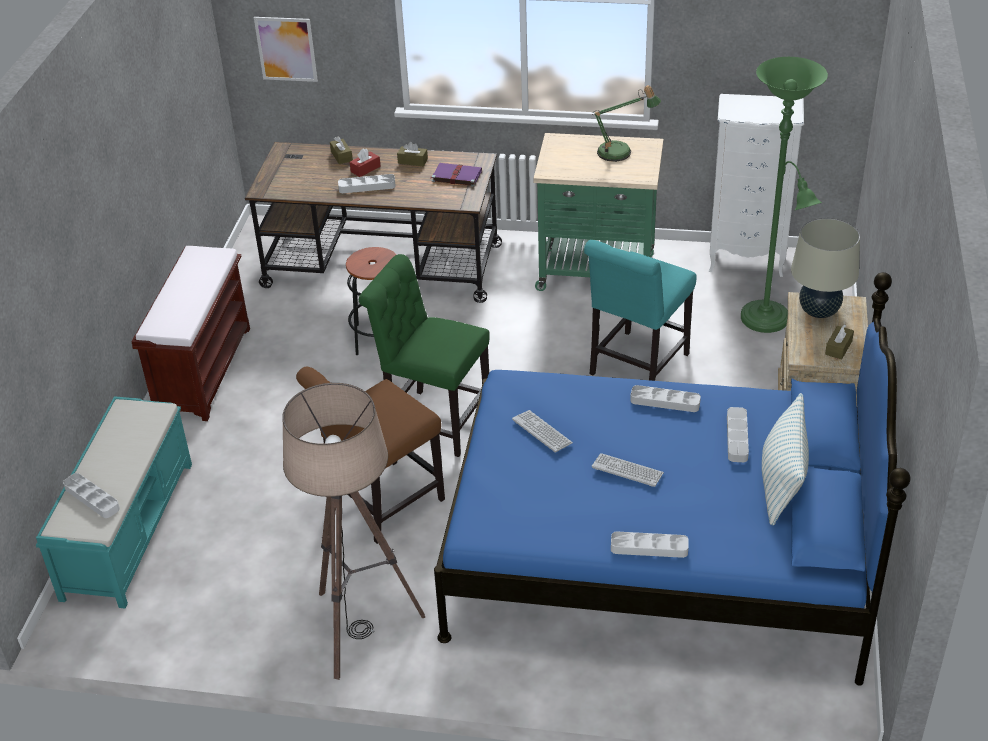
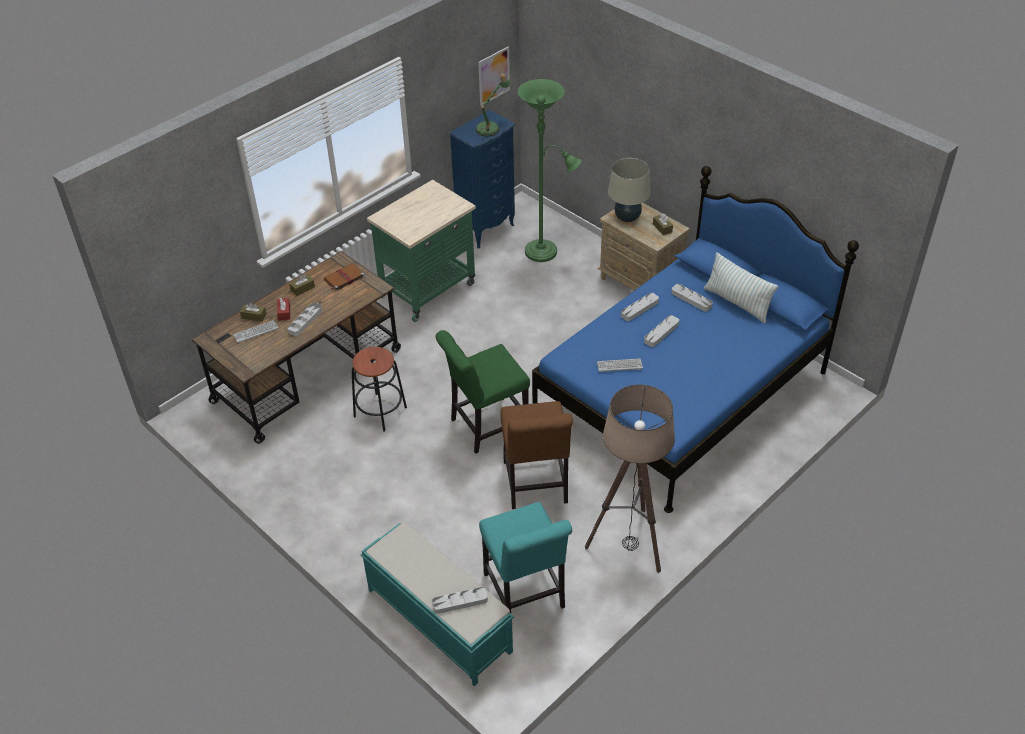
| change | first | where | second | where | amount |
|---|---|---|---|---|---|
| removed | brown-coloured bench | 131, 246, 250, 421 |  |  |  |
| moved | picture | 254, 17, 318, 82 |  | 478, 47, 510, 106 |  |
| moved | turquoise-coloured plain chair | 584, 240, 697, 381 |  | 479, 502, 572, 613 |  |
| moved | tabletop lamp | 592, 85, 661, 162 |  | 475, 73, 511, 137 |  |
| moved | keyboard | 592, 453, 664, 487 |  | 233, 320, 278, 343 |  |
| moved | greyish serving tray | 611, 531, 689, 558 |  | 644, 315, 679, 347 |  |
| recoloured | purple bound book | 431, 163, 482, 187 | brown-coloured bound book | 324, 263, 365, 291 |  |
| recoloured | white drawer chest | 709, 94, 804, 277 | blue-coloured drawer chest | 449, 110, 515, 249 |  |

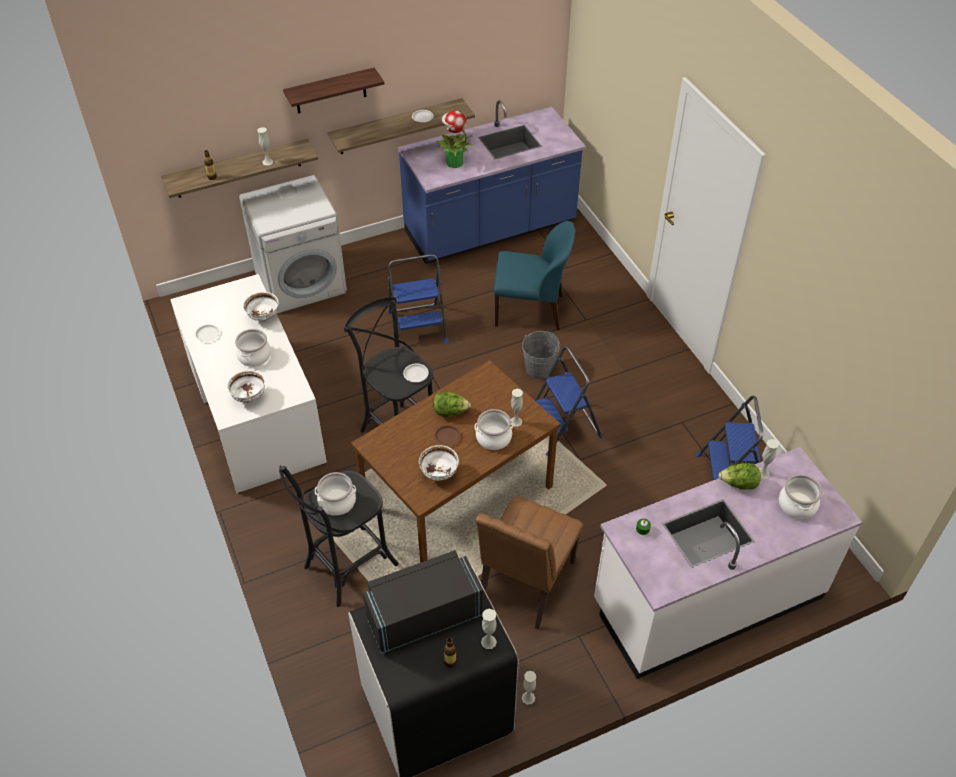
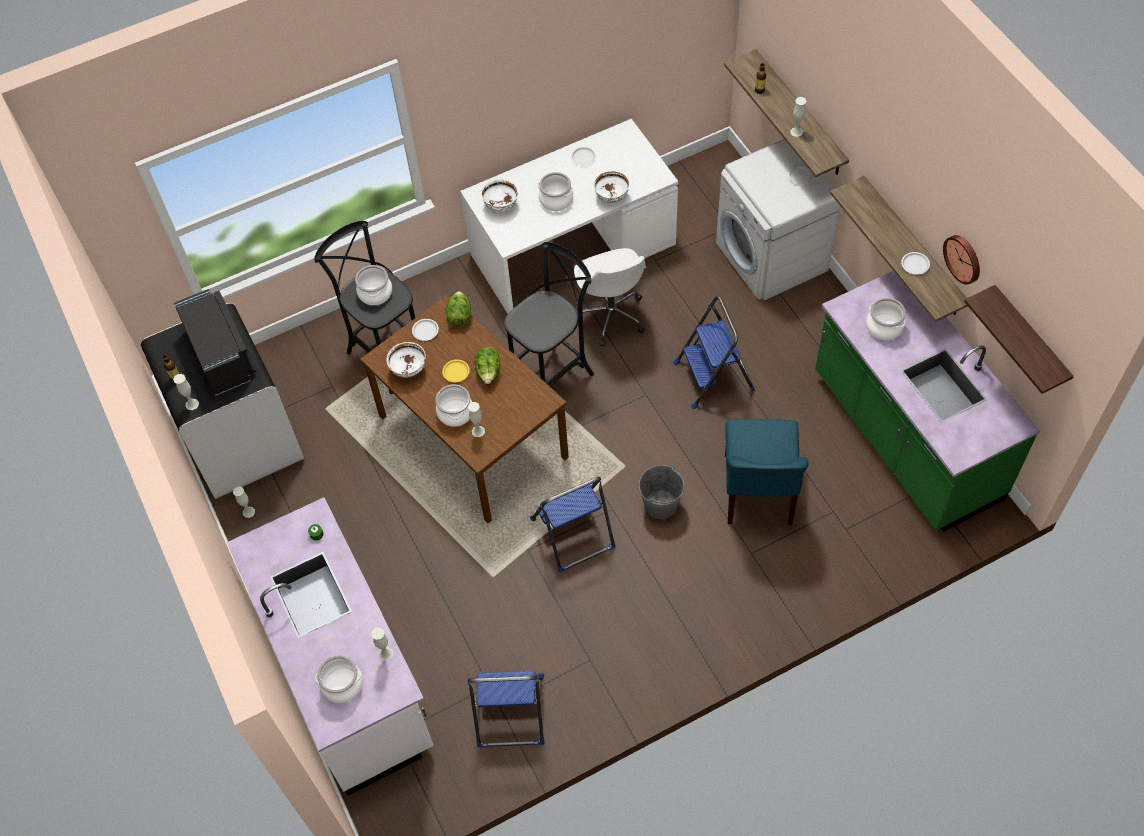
| change | first | where | second | where | amount |
|---|---|---|---|---|---|
| removed | brown-coloured plain chair | 476, 496, 583, 630 |  |  |  |
| added |  |  | white computer chair | 574, 248, 646, 347 |  |
| added |  |  | wall clock | 943, 235, 980, 285 |  |
| moved | shelf | 283, 68, 384, 113 |  | 964, 285, 1074, 394 |  |
| moved | white flat dish | 403, 363, 429, 382 |  | 412, 319, 439, 341 |  |
| moved | lettuce | 719, 463, 761, 490 |  | 446, 291, 471, 326 |  |
| replaced | houseplant | 437, 110, 473, 168 | saucepot | 866, 298, 906, 340 |  |
| recoloured | blue-coloured kitchen base unit | 398, 100, 586, 264 | greenish kitchen base unit | 815, 271, 1040, 532 |  |
| recoloured | brown-coloured flat dish | 434, 425, 461, 446 | yellow flat dish | 442, 360, 470, 382 |  |

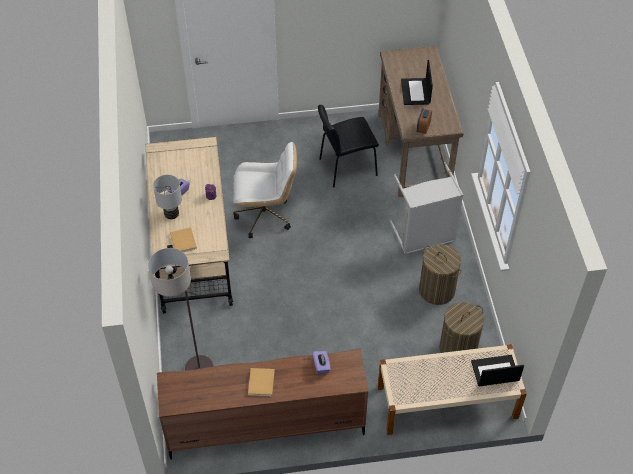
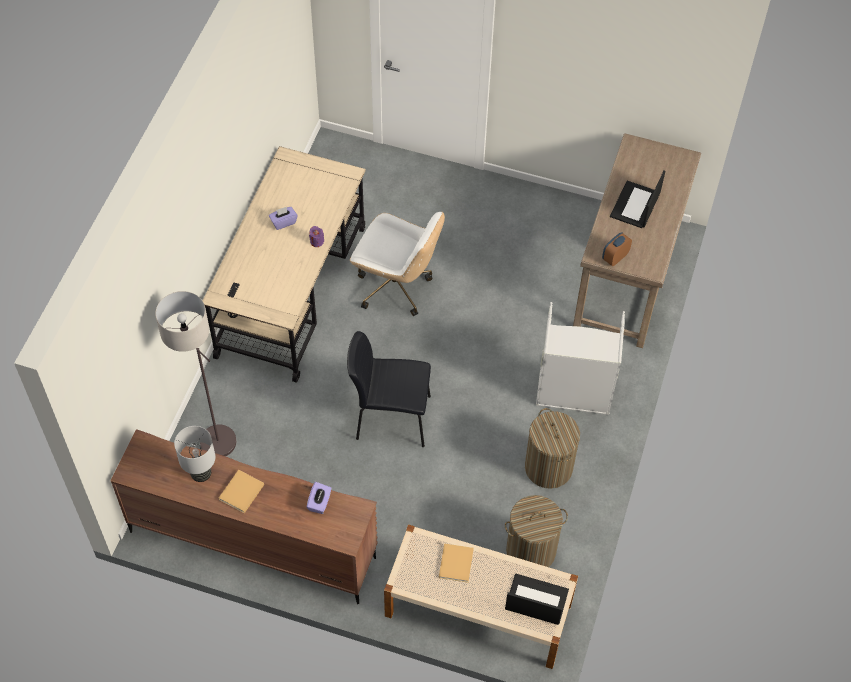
| change | first | where | second | where | amount |
|---|---|---|---|---|---|
| moved | greyish tabletop lamp | 153, 175, 182, 219 |  | 174, 426, 216, 482 |  |
| moved | beige bound book | 170, 227, 197, 252 |  | 439, 543, 474, 583 |  |
| moved | black-coloured plain chair | 318, 105, 379, 187 |  | 347, 331, 431, 447 |  |

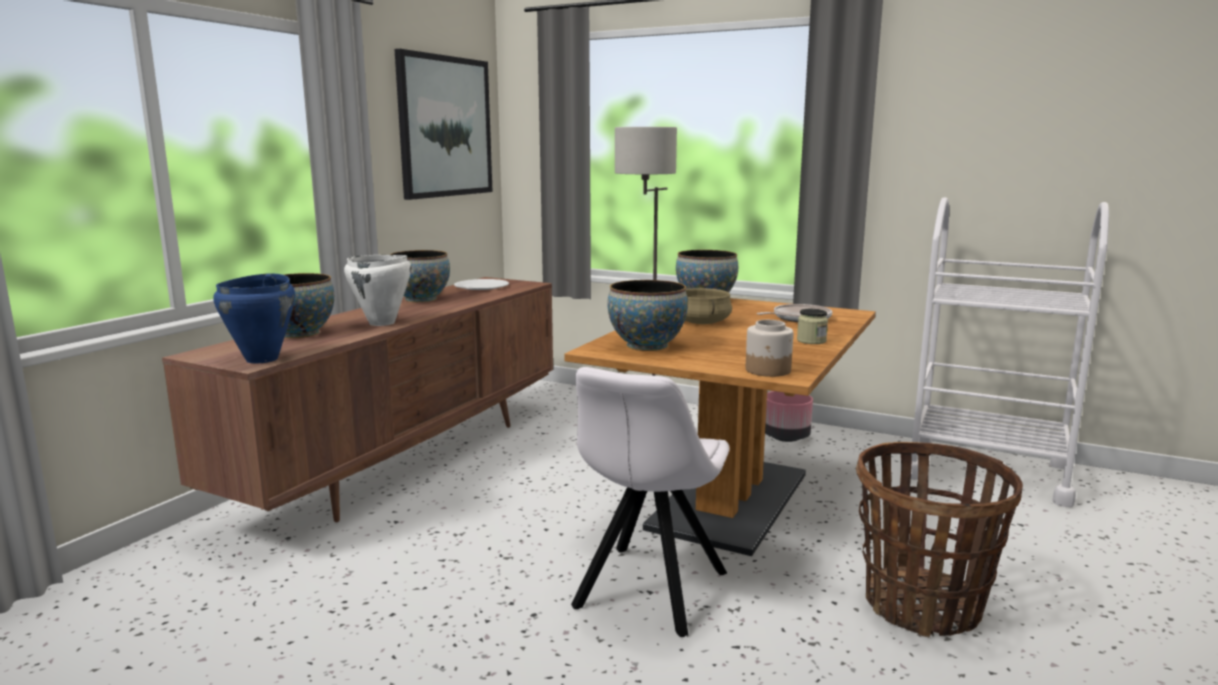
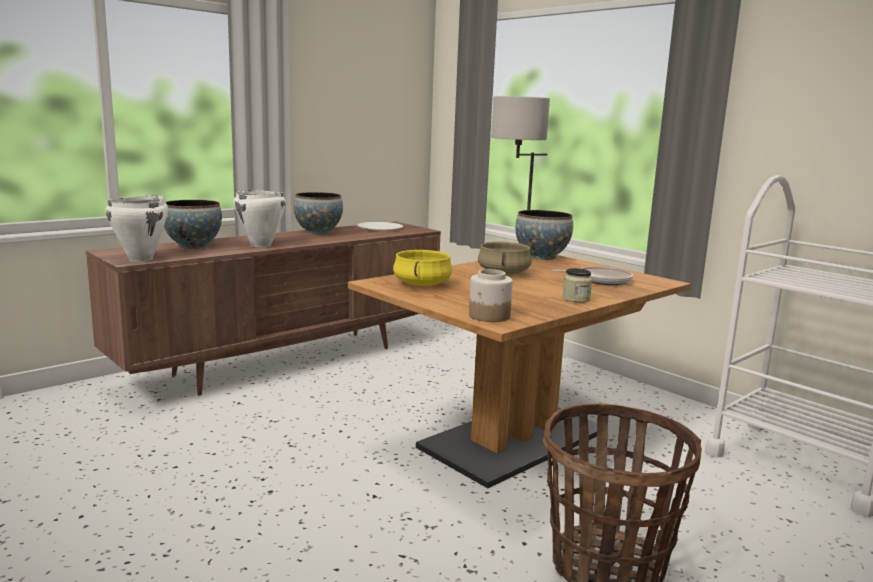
| change | first | where | second | where | amount |
|---|---|---|---|---|---|
| removed | picture | 394, 49, 493, 200 |  |  |  |
| removed | white plain chair | 571, 367, 730, 637 |  |  |  |
| removed | pink plant pot | 765, 391, 813, 442 |  |  |  |
| replaced | serving bowl | 607, 280, 688, 351 | yellow saucepot | 393, 250, 452, 286 |  |
| recoloured | blue-coloured saucepot | 213, 273, 295, 364 | white saucepot | 105, 195, 168, 262 |  |

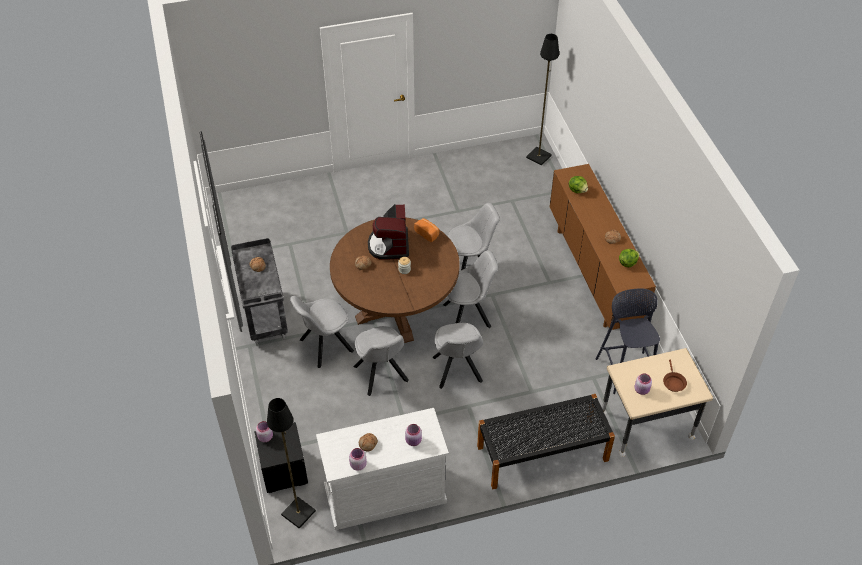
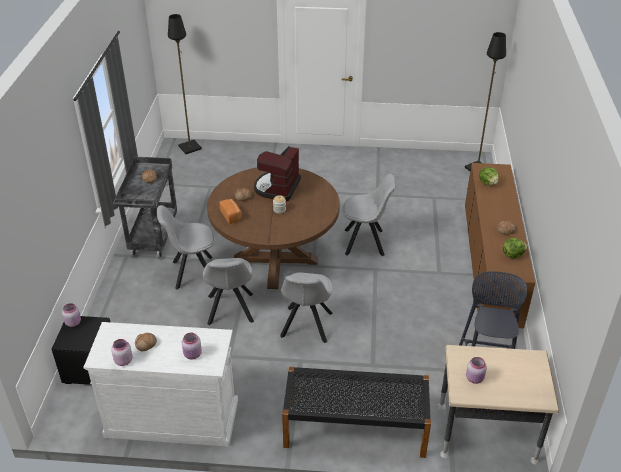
| change | first | where | second | where | amount |
|---|---|---|---|---|---|
| removed | greyish plain chair | 443, 250, 498, 328 |  |  |  |
| removed | brown-coloured frying pan | 663, 359, 687, 392 |  |  |  |
| moved | black-coloured standing lamp | 267, 398, 316, 529 |  | 168, 14, 202, 154 |  |
| moved | baked bread | 414, 218, 439, 242 |  | 219, 199, 242, 224 |  |

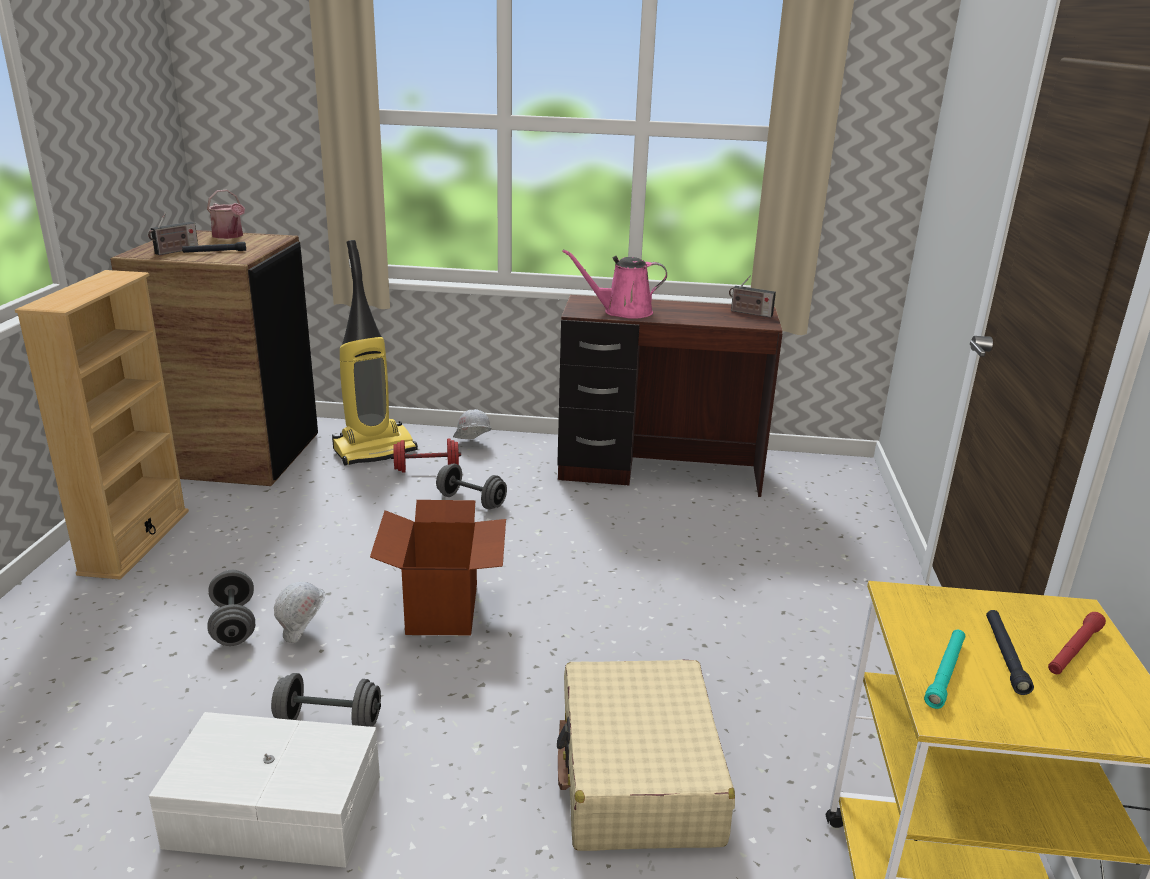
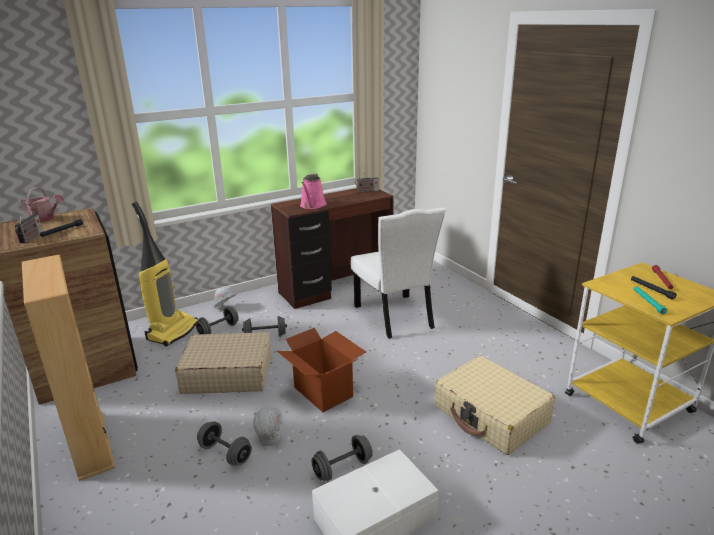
| change | first | where | second | where | amount |
|---|---|---|---|---|---|
| added |  |  | beige travel case | 175, 332, 271, 394 |  |
| added |  |  | white plain chair | 351, 207, 446, 339 |  |
| recoloured | red dumbbell | 391, 439, 461, 473 | greyish dumbbell | 196, 307, 239, 334 |  |
| turned | pink watering pot | 562, 249, 667, 319 |  | 300, 174, 327, 209 | 45 degrees counterclockwise |

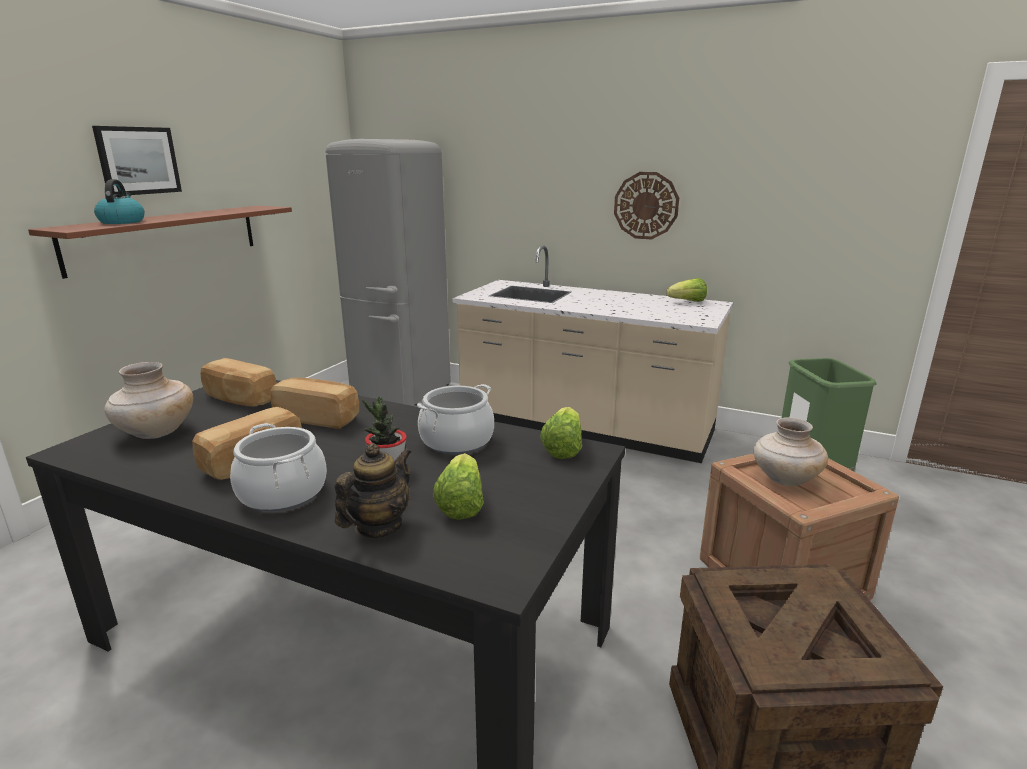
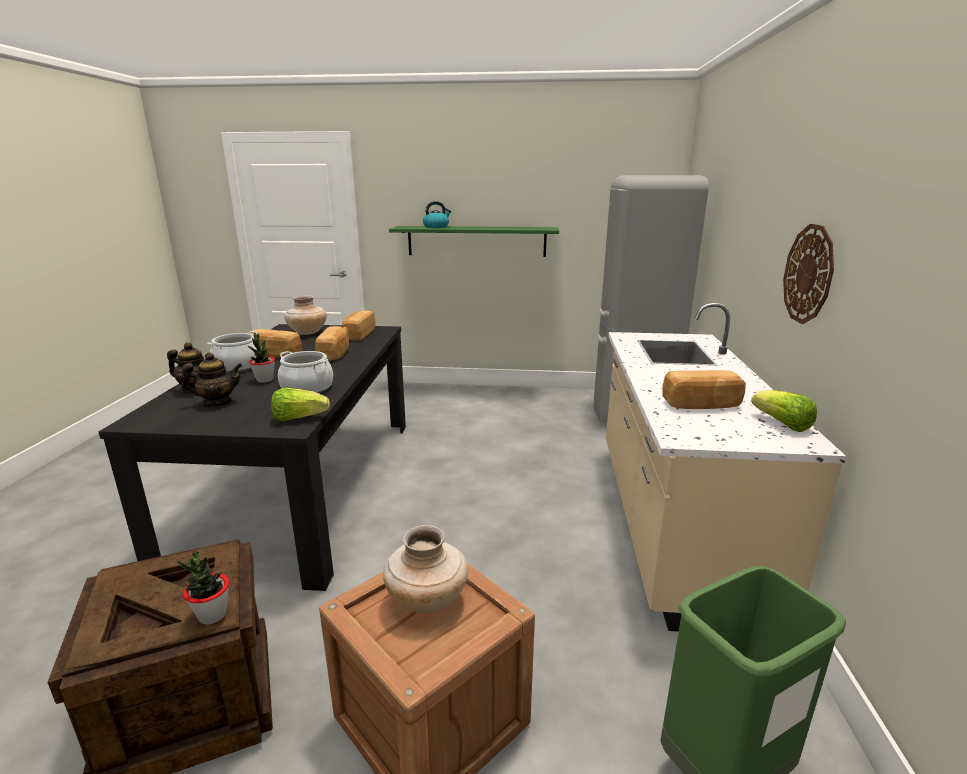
| change | first | where | second | where | amount |
|---|---|---|---|---|---|
| removed | picture | 92, 126, 182, 195 |  |  |  |
| added |  |  | houseplant | 178, 551, 229, 625 |  |
| added |  |  | baked bread | 662, 370, 746, 409 |  |
| replaced | lettuce | 433, 453, 484, 520 | pot for tea | 181, 352, 243, 407 |  |
| recoloured | brown-coloured shelf | 28, 206, 292, 279 | greenish shelf | 389, 226, 559, 257 |  |

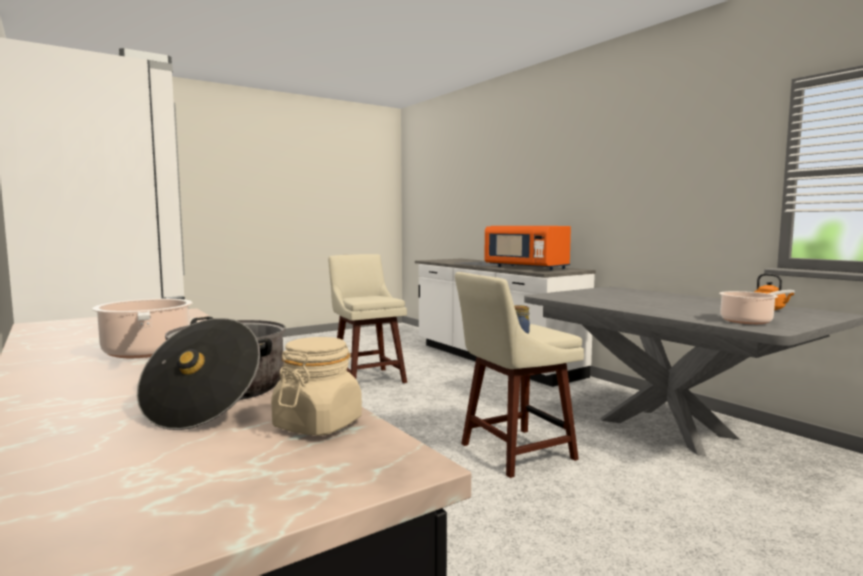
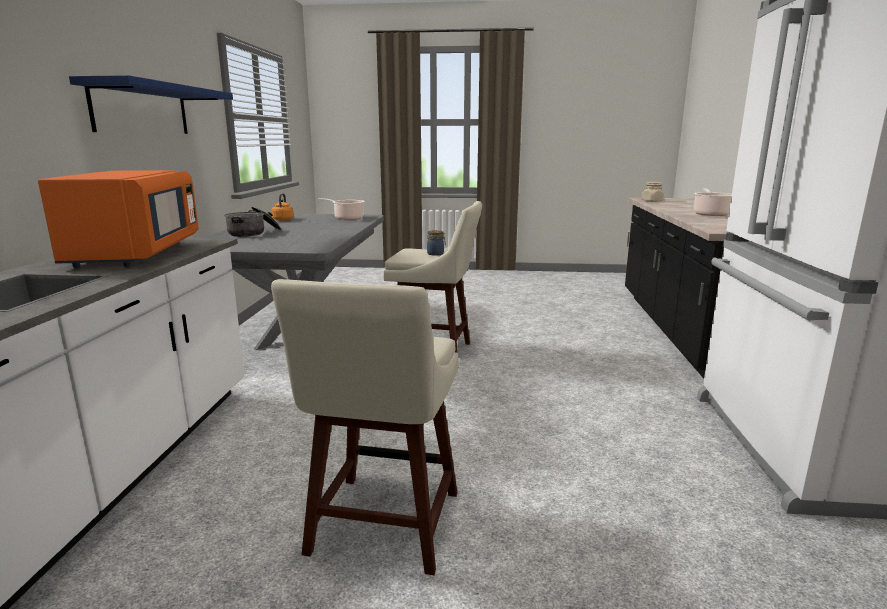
| change | first | where | second | where | amount |
|---|---|---|---|---|---|
| added |  |  | blue-coloured shelf | 69, 75, 233, 134 |  |
| moved | saucepot | 137, 316, 286, 430 |  | 224, 207, 281, 237 |  |

